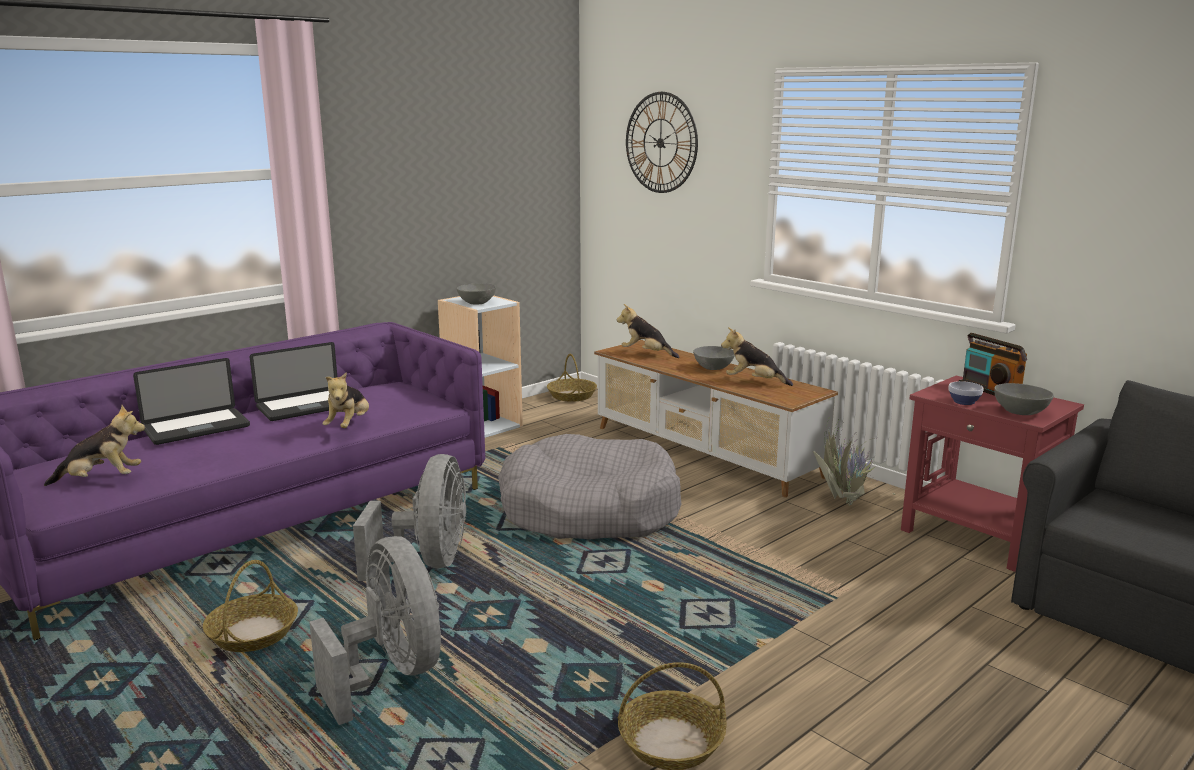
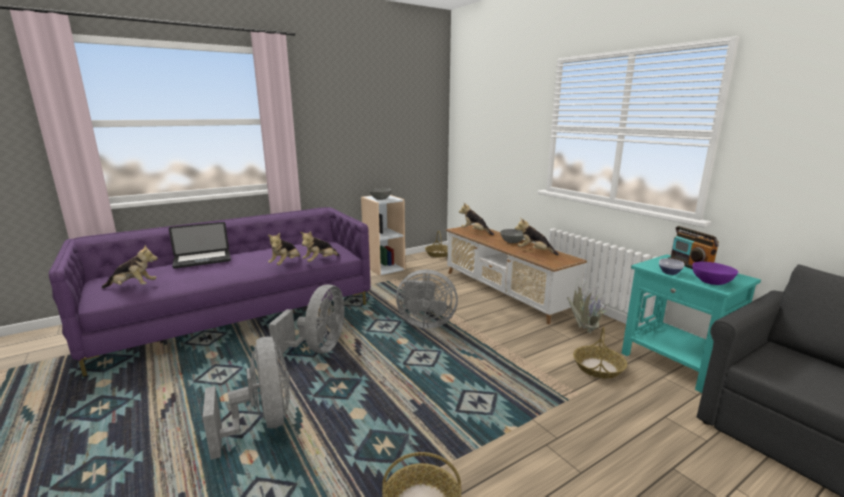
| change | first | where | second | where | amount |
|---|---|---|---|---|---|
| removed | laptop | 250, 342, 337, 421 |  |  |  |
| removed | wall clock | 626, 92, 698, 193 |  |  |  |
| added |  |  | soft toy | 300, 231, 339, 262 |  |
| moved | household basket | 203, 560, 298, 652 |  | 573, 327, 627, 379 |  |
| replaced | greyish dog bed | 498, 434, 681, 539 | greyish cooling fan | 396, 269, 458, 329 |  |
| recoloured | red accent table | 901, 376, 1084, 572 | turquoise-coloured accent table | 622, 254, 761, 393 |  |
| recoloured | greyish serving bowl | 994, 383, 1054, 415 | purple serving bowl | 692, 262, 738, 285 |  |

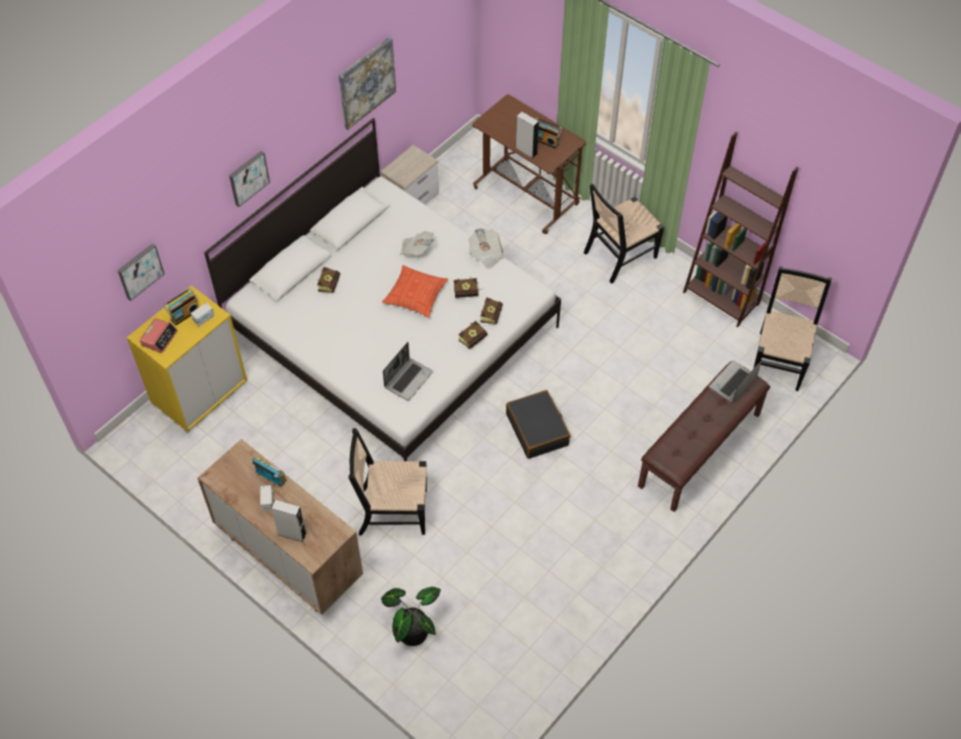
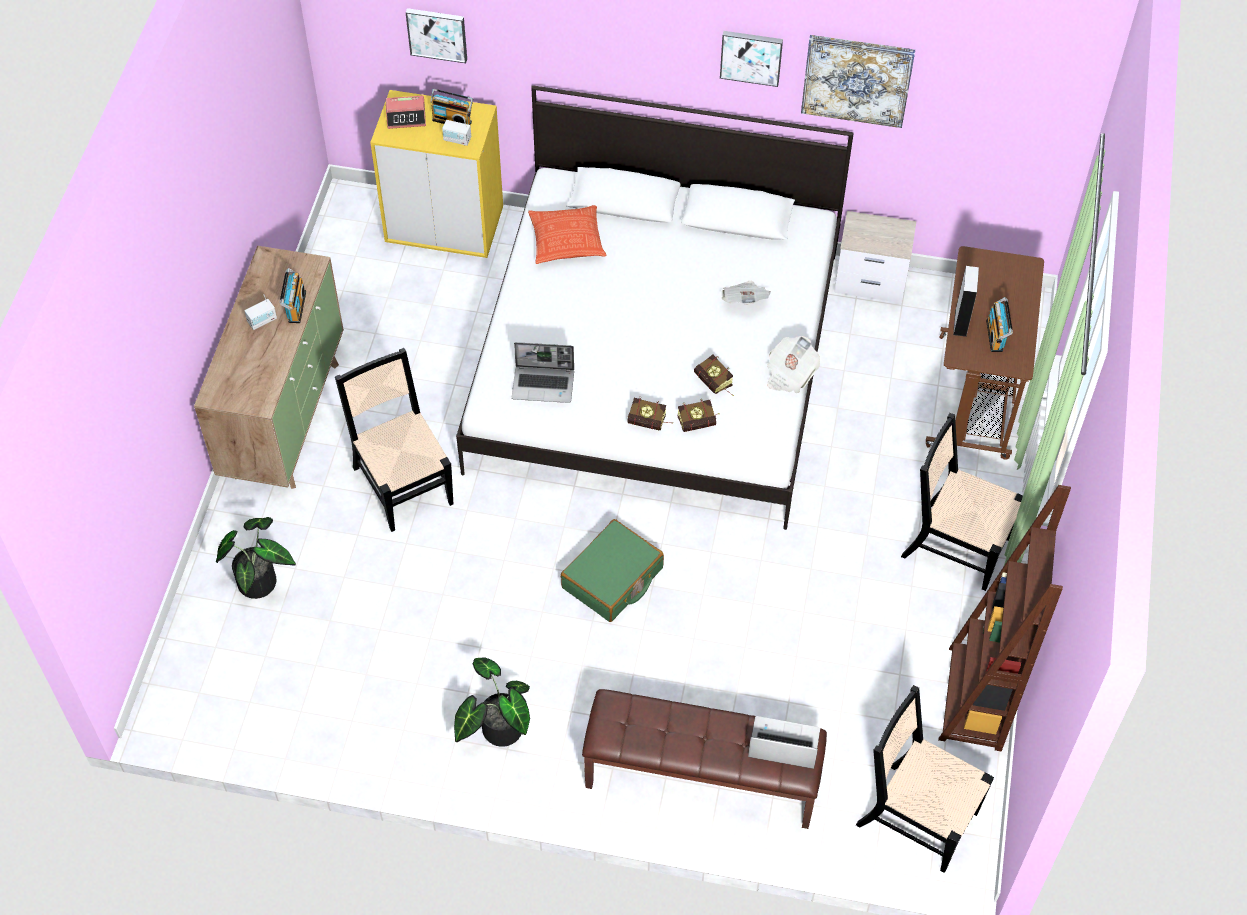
| change | first | where | second | where | amount |
|---|---|---|---|---|---|
| removed | greyish loudspeaker | 271, 500, 307, 542 |  |  |  |
| removed | bound book | 317, 267, 340, 293 |  |  |  |
| added |  |  | houseplant | 454, 658, 530, 747 |  |
| moved | picture | 229, 151, 270, 207 |  | 720, 31, 783, 87 |  |
| moved | orangey cushion | 382, 265, 448, 318 |  | 528, 205, 606, 264 |  |
| recoloured | black-coloured travel case | 506, 390, 570, 459 | greenish travel case | 561, 519, 664, 622 |  |
| turned | plain chair | 753, 266, 832, 391 |  | 856, 685, 994, 873 | 135 degrees counterclockwise |

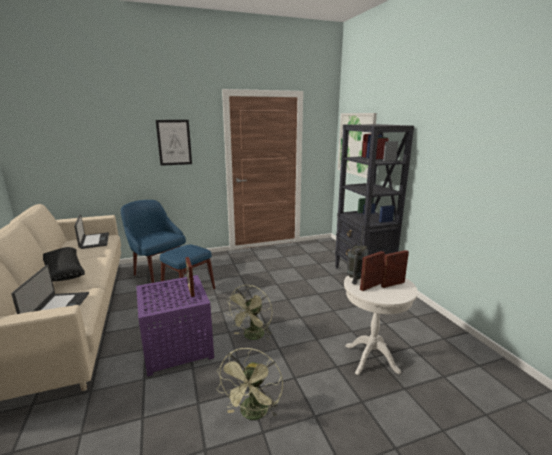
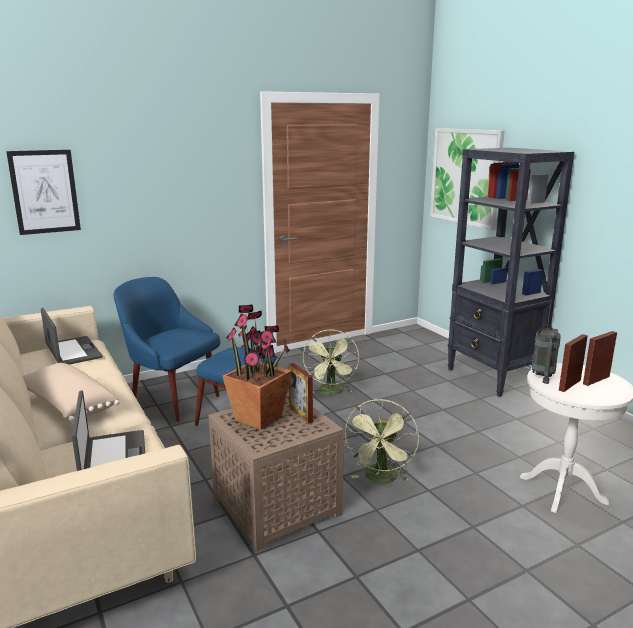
| change | first | where | second | where | amount |
|---|---|---|---|---|---|
| added |  |  | houseplant | 222, 304, 292, 430 |  |
| moved | picture | 156, 120, 192, 166 |  | 6, 150, 81, 235 |  |
| moved | greenish cooling fan | 216, 348, 283, 420 |  | 303, 329, 359, 395 |  |
| recoloured | black-coloured cushion | 43, 247, 85, 281 | beige cushion | 22, 363, 120, 421 |  |
| recoloured | purple accent table | 136, 275, 214, 377 | brown-coloured accent table | 208, 392, 344, 551 |  |

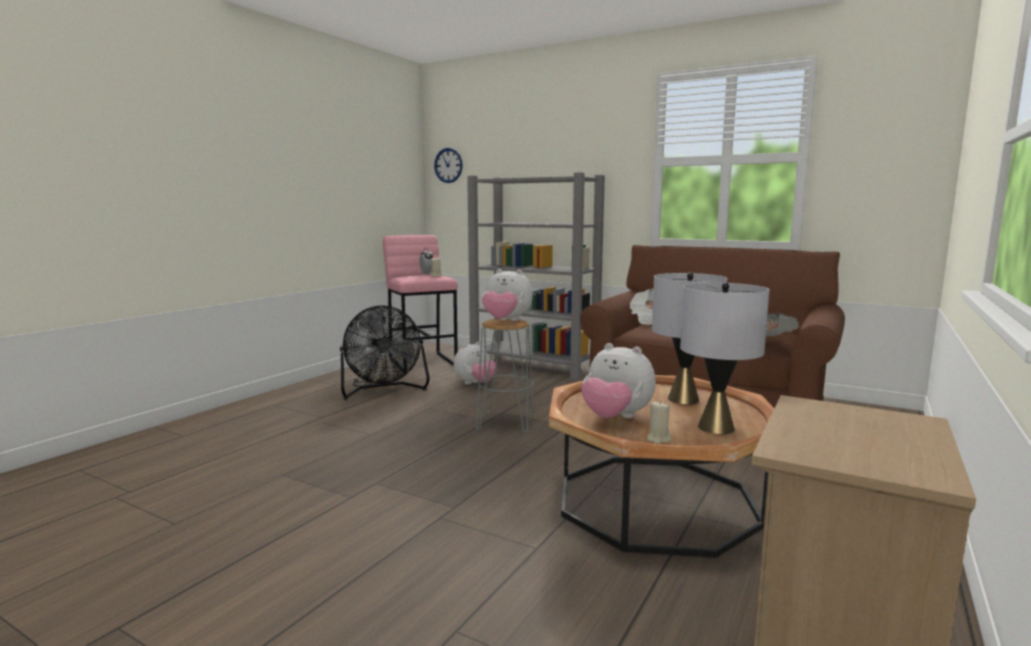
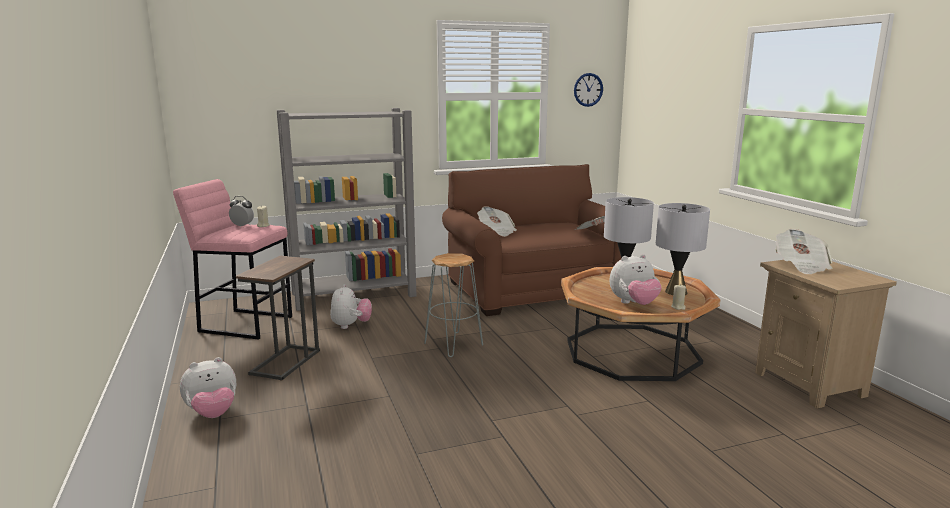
| change | first | where | second | where | amount |
|---|---|---|---|---|---|
| added |  |  | daily paper | 775, 229, 833, 274 |  |
| moved | wall clock | 434, 148, 463, 183 |  | 574, 73, 603, 107 |  |
| moved | soft toy | 482, 269, 533, 321 |  | 180, 357, 236, 418 |  |
| replaced | black-coloured cooling fan | 340, 306, 429, 400 | brown-coloured accent table | 236, 256, 320, 381 |  |

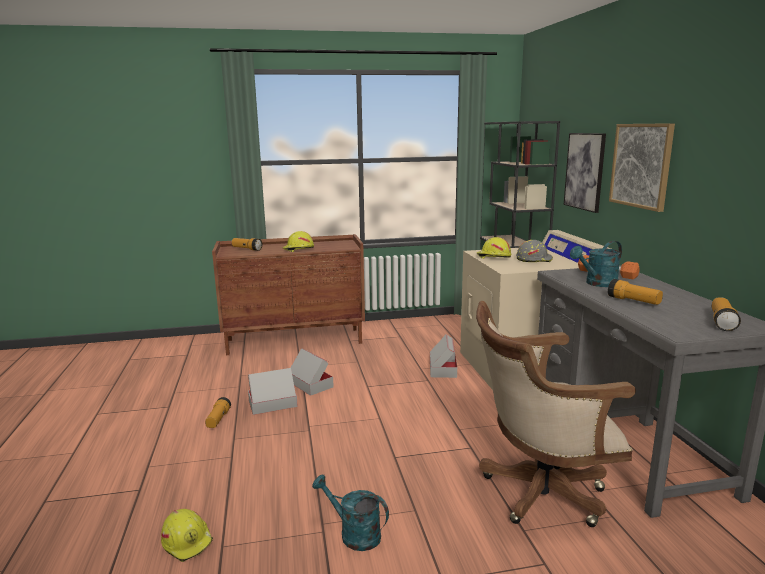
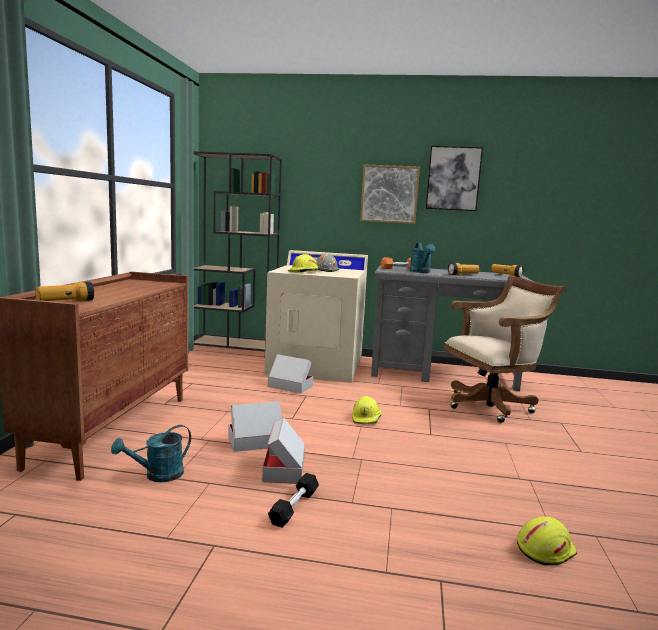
| change | first | where | second | where | amount |
|---|---|---|---|---|---|
| moved | yellow work helmet | 283, 231, 314, 252 |  | 352, 396, 382, 425 |  |
| moved | turquoise-coloured watering pot | 312, 474, 389, 551 |  | 111, 425, 191, 482 |  |
| moved | picture | 564, 133, 606, 213 |  | 426, 146, 483, 211 |  |
| replaced | torch | 205, 397, 231, 428 | black-coloured dumbbell | 268, 473, 319, 528 |  |
| turned | computer chair | 476, 301, 636, 527 |  | 444, 275, 567, 423 | 120 degrees counterclockwise |

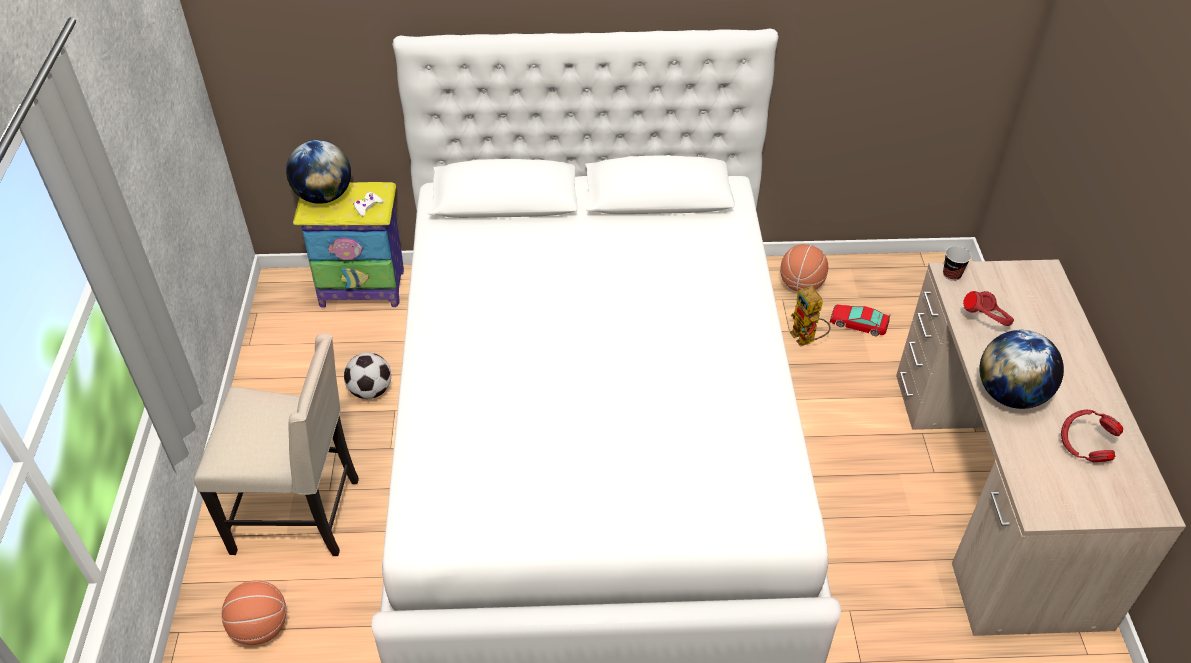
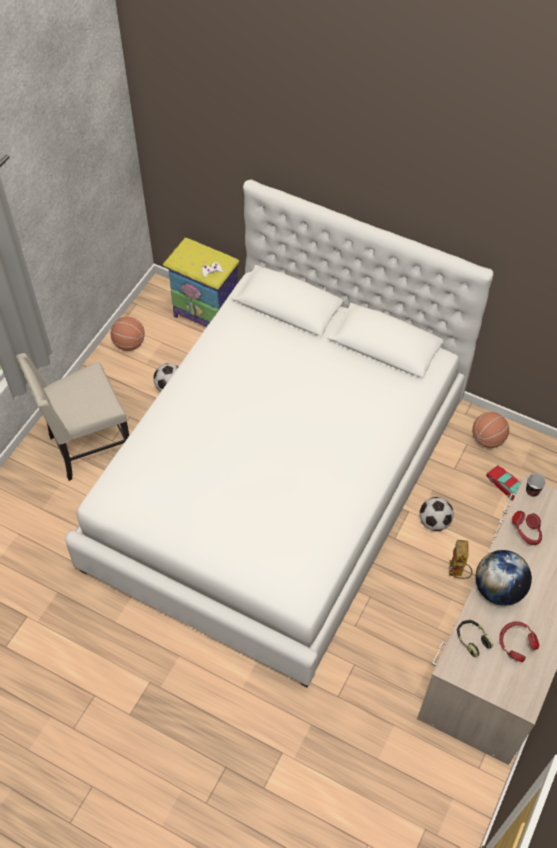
| change | first | where | second | where | amount |
|---|---|---|---|---|---|
| removed | world globe | 286, 140, 351, 204 |  |  |  |
| added |  |  | football ball | 419, 497, 454, 531 |  |
| added |  |  | headphones | 457, 620, 493, 657 |  |
| moved | basketball | 222, 580, 286, 645 |  | 111, 317, 145, 351 |  |
| moved | robot figure | 790, 286, 831, 347 |  | 449, 540, 472, 579 |  |
| turned | beige plain chair | 194, 333, 359, 556 |  | 16, 353, 129, 481 | 120 degrees clockwise |

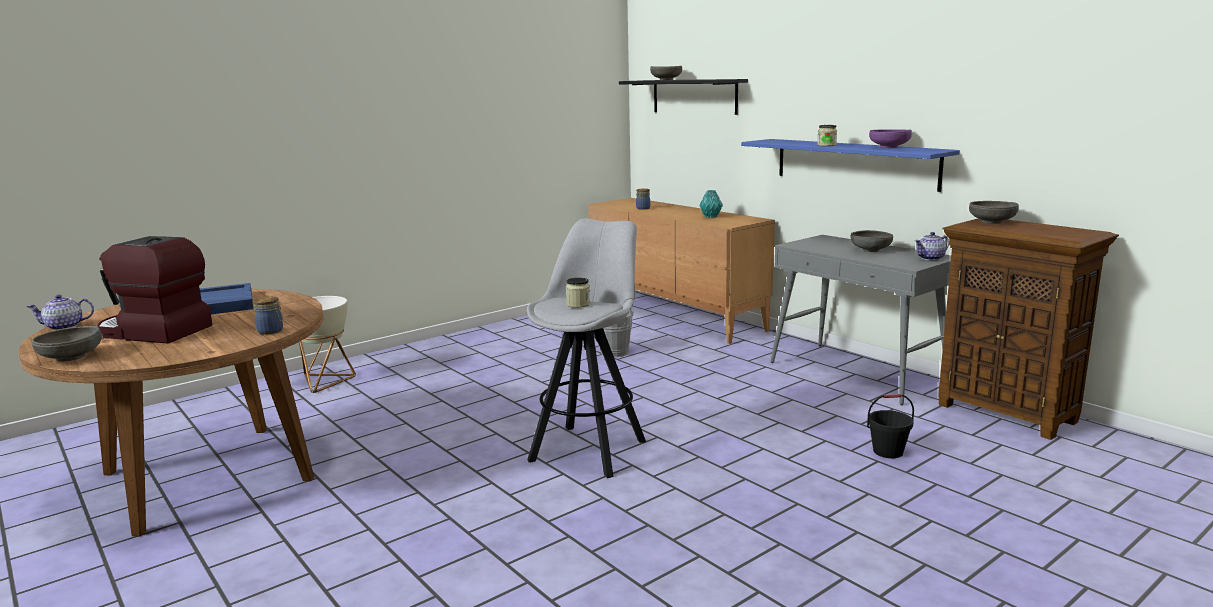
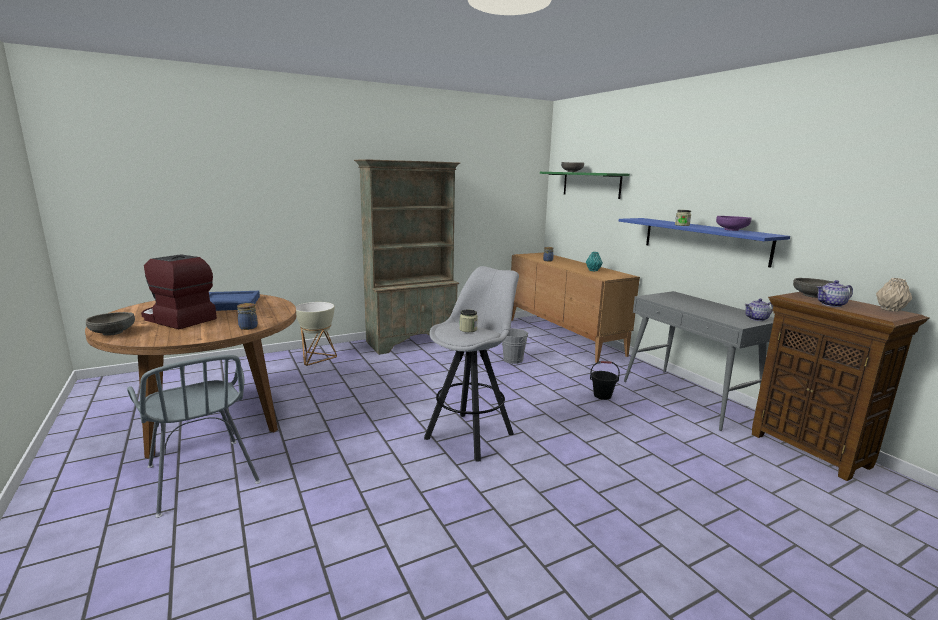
| change | first | where | second | where | amount |
|---|---|---|---|---|---|
| removed | greyish serving bowl | 851, 230, 893, 252 |  |  |  |
| added |  |  | greyish plain chair | 127, 355, 261, 518 |  |
| added |  |  | greenish bookcase | 354, 159, 460, 355 |  |
| added |  |  | beige flower vase | 876, 278, 912, 312 |  |
| moved | pot for tea | 26, 295, 94, 330 |  | 817, 280, 853, 307 |  |
| moved | black-coloured pail | 867, 394, 914, 458 |  | 590, 361, 620, 400 |  |
| recoloured | black-coloured shelf | 619, 79, 748, 115 | greenish shelf | 540, 172, 630, 199 |  |

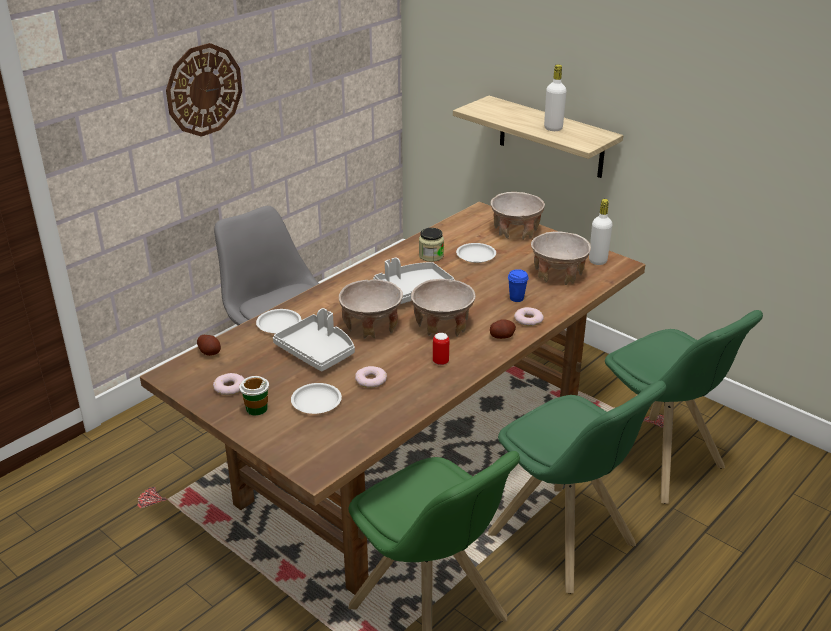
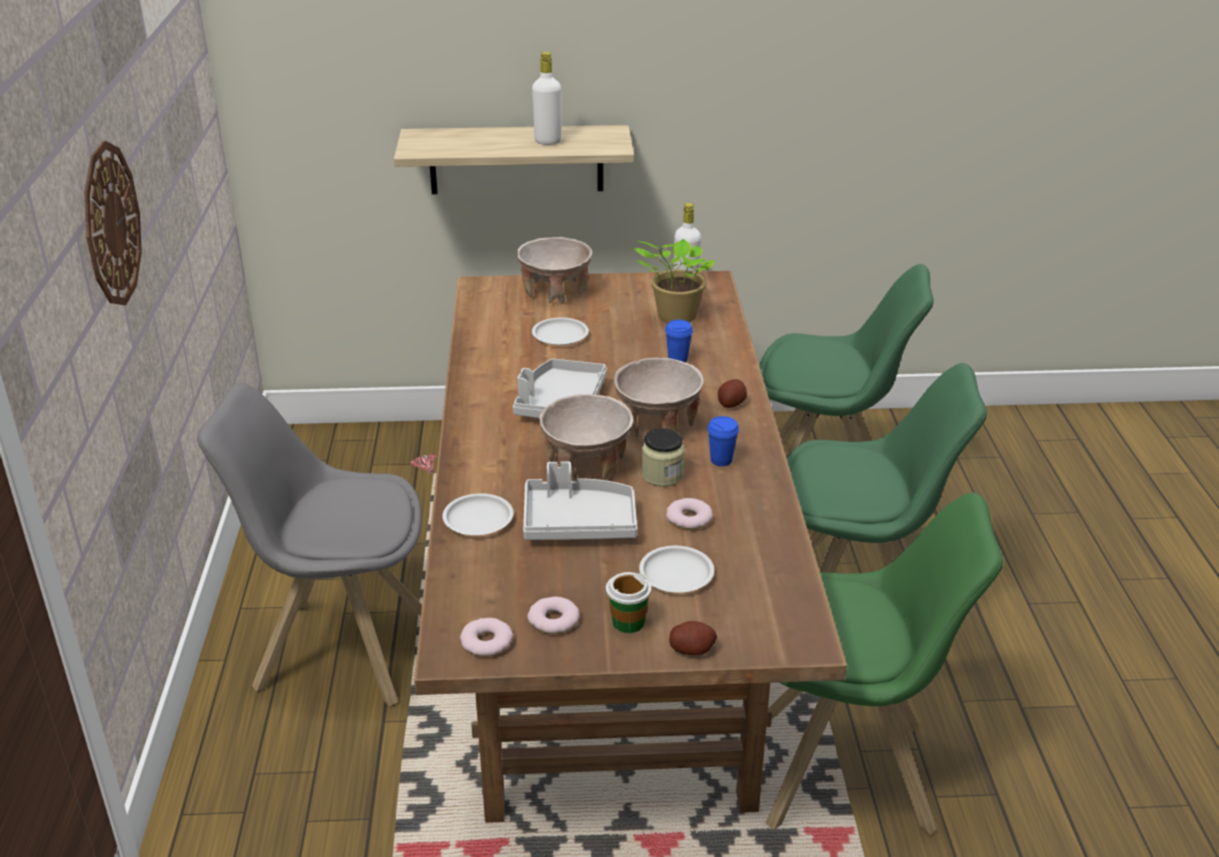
| change | first | where | second | where | amount |
|---|---|---|---|---|---|
| moved | potato | 197, 335, 221, 356 |  | 669, 621, 717, 655 |  |
| moved | storage jar | 419, 228, 444, 262 |  | 642, 428, 685, 487 |  |
| moved | doughnut | 514, 307, 544, 326 |  | 460, 618, 513, 657 |  |
| replaced | metal can | 433, 333, 449, 365 | blue-coloured small cup | 707, 416, 739, 466 |  |
| replaced | beige serving bowl | 531, 231, 591, 285 | houseplant | 632, 239, 715, 323 |  |

